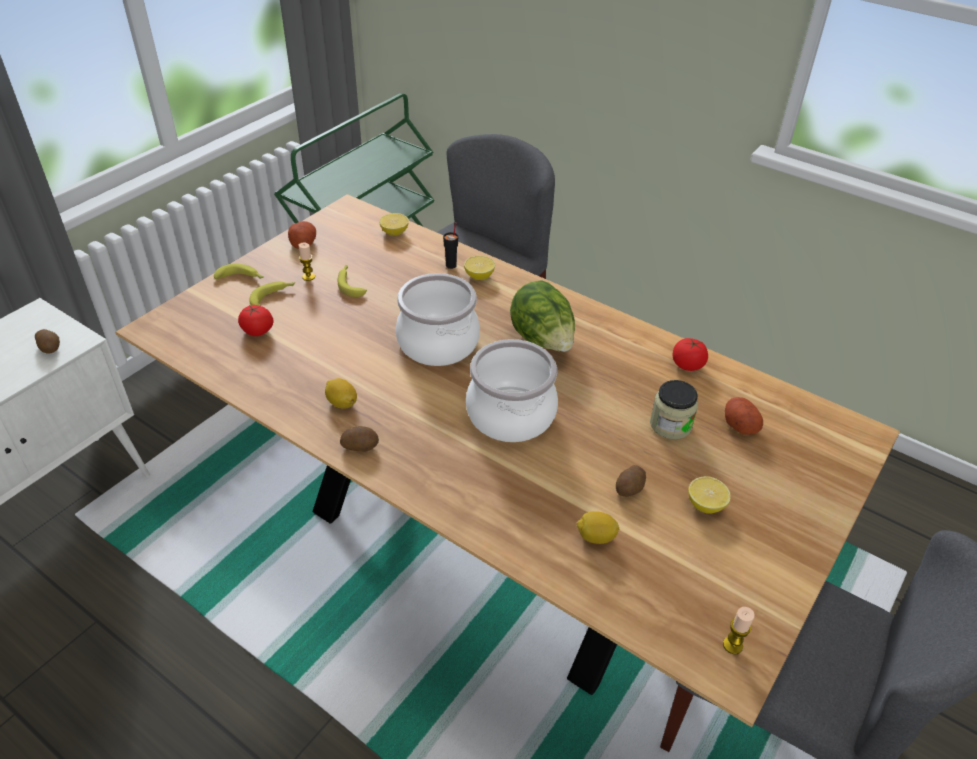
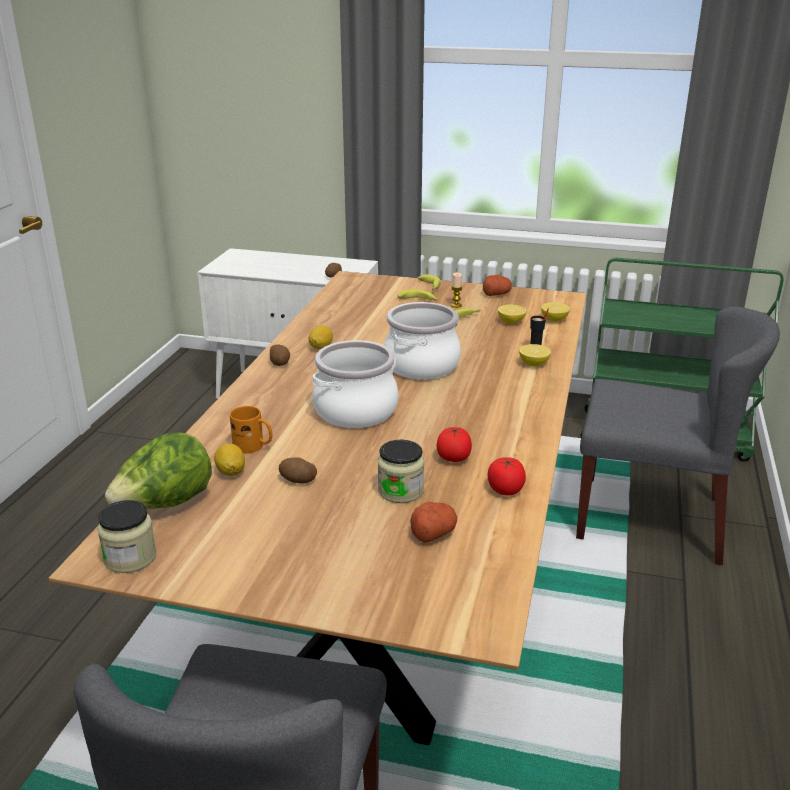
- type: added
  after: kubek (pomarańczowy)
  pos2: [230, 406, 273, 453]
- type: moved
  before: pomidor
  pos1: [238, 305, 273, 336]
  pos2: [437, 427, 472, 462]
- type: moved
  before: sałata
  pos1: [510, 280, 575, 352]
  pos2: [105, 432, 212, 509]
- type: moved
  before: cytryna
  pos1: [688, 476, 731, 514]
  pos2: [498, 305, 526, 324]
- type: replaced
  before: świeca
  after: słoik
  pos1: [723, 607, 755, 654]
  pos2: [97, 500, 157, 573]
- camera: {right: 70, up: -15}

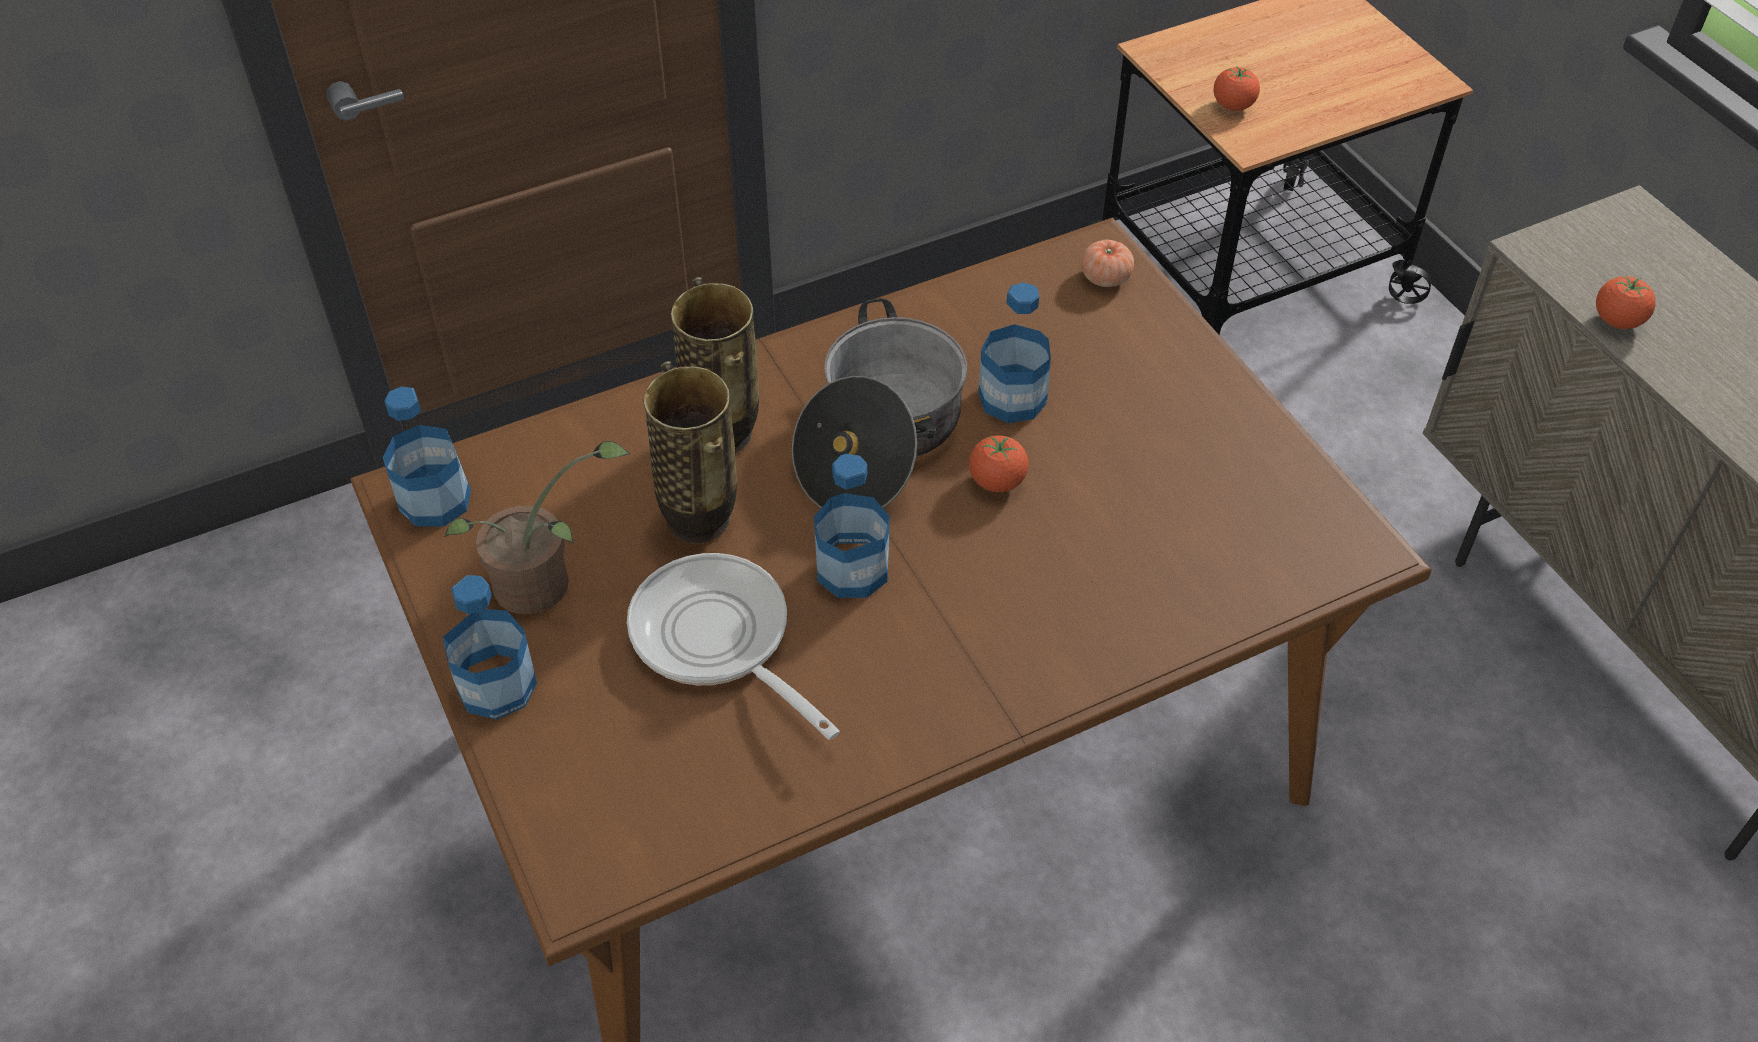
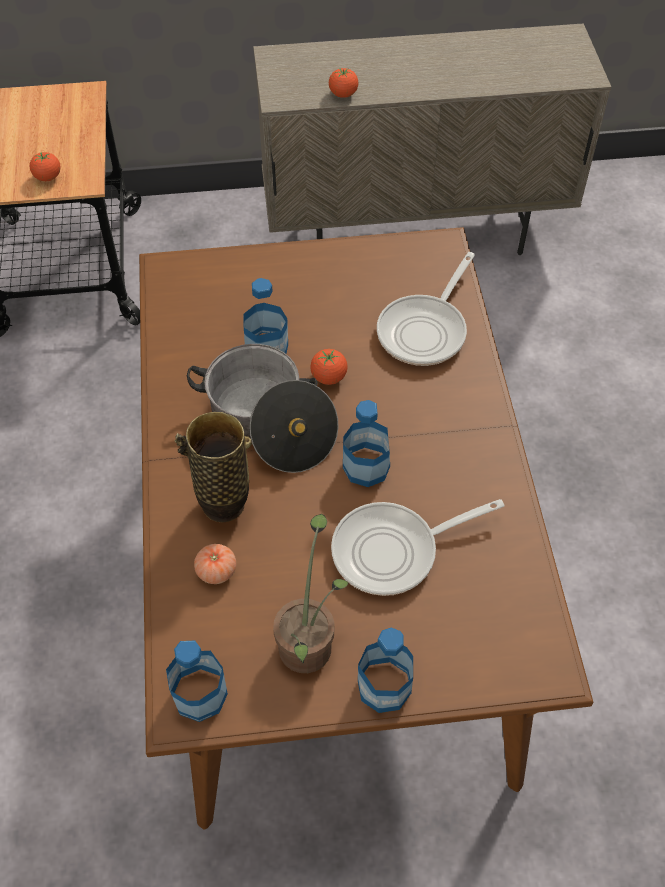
- type: removed
  before: wazon
  pos1: [644, 362, 737, 544]
- type: added
  after: patelnia
  pos2: [377, 252, 475, 366]
- type: moved
  before: pomidor
  pos1: [1081, 240, 1134, 287]
  pos2: [194, 544, 236, 584]
- camera: {right: -70, up: 5}

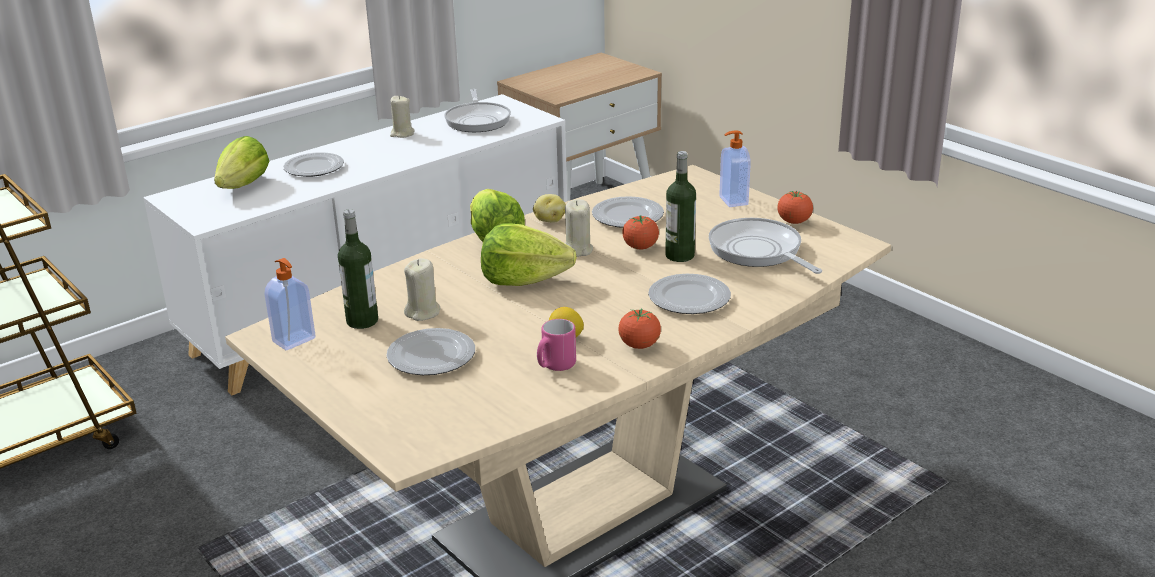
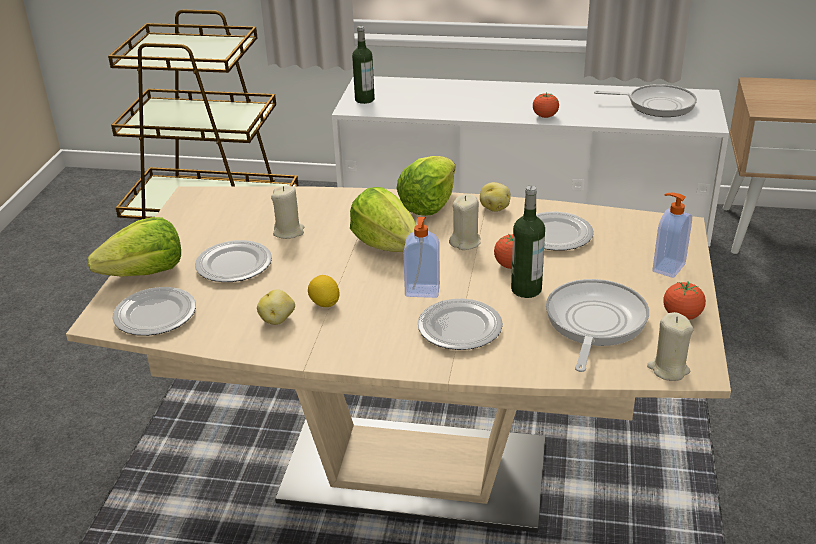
- type: moved
  before: sałata
  pos1: [214, 136, 269, 189]
  pos2: [87, 217, 181, 277]
- type: moved
  before: dozownik mydła
  pos1: [265, 258, 316, 350]
  pos2: [403, 217, 440, 298]
- type: moved
  before: talerz
  pos1: [283, 152, 344, 177]
  pos2: [112, 287, 196, 336]
- type: moved
  before: butelka
  pos1: [338, 209, 378, 329]
  pos2: [352, 26, 375, 104]
- type: moved
  before: świeca (beżowy)
  pos1: [390, 96, 415, 138]
  pos2: [647, 312, 694, 381]
- type: moved
  before: pomidor
  pos1: [618, 308, 661, 349]
  pos2: [533, 92, 559, 118]
- type: replaced
  before: kubek (różowy)
  after: ziemniak
  pos1: [537, 319, 576, 371]
  pos2: [257, 290, 295, 325]
- type: turned
  before: patelnia
  pos1: [444, 89, 511, 132]
  pos2: [594, 84, 697, 117]
  turn: -120
- camera: {right: 50, up: 5}

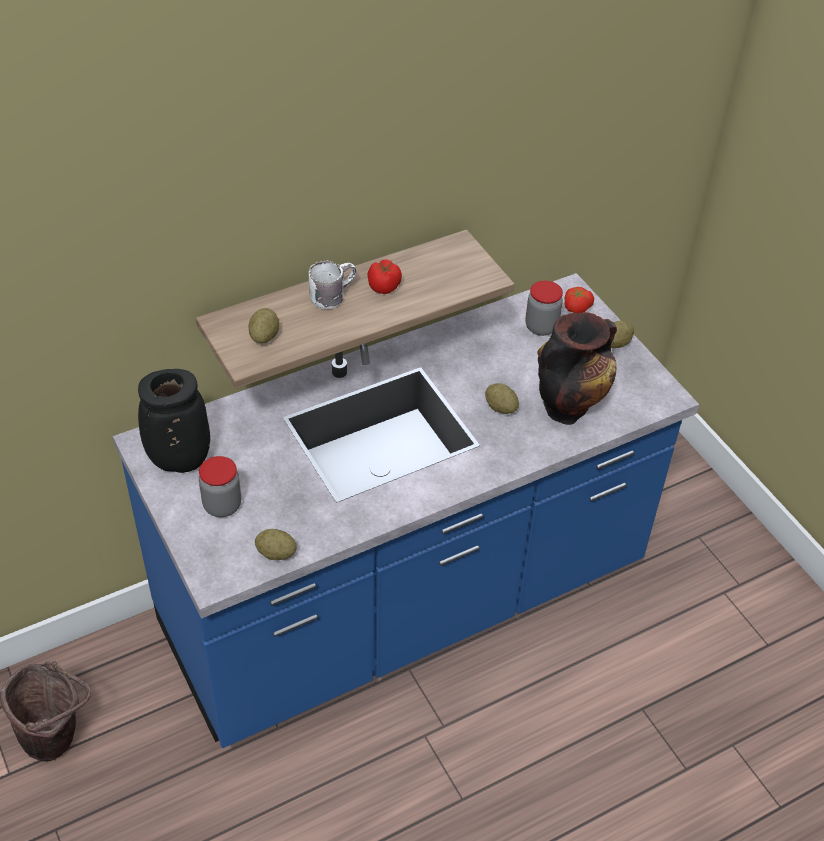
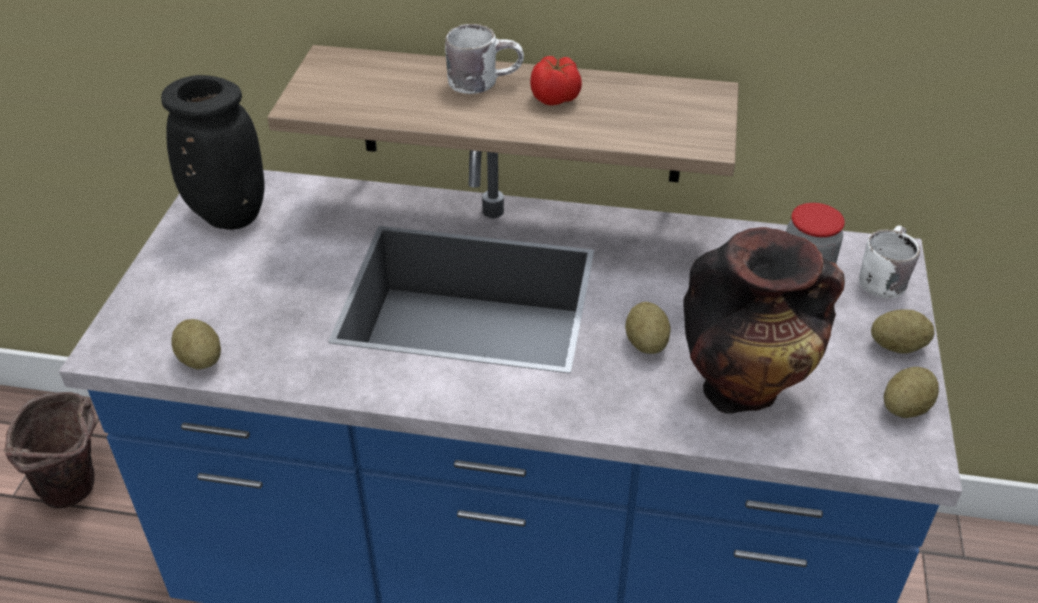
- type: removed
  before: słoik
  pos1: [199, 456, 241, 517]
- type: moved
  before: ziemniak
  pos1: [248, 308, 279, 343]
  pos2: [884, 367, 939, 418]
- type: replaced
  before: pomidor
  after: kubek (biały)
  pos1: [564, 287, 594, 313]
  pos2: [859, 225, 920, 298]
- camera: {right: 40, up: -5}

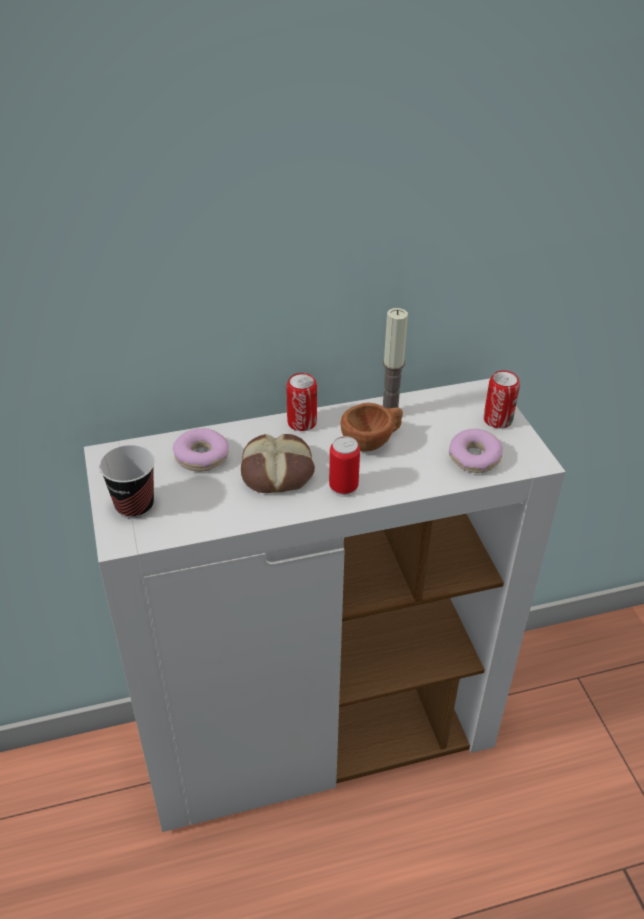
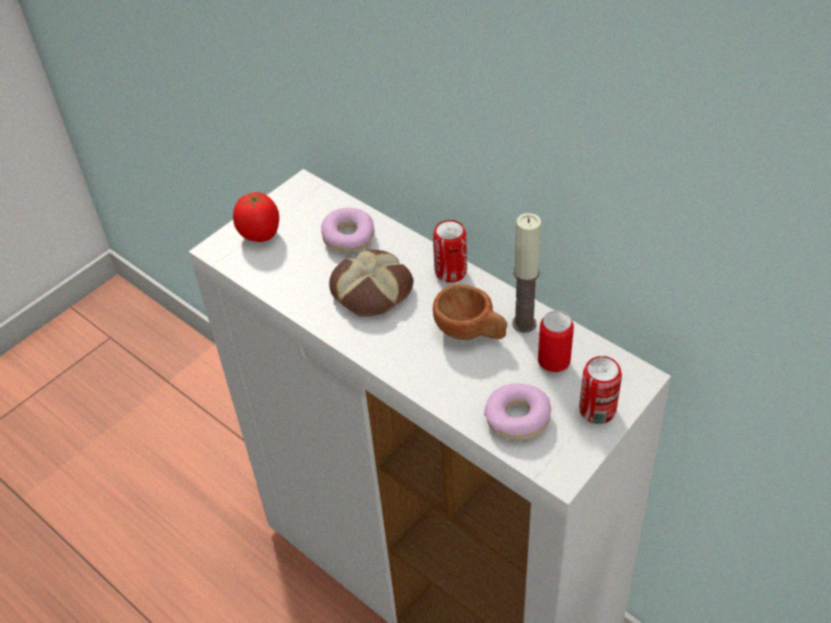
- type: moved
  before: puszka
  pos1: [329, 436, 360, 497]
  pos2: [538, 311, 574, 375]
- type: replaced
  before: filiżanka
  after: pomidor
  pos1: [99, 445, 155, 519]
  pos2: [233, 192, 279, 242]
- camera: {right: 60, up: 5}

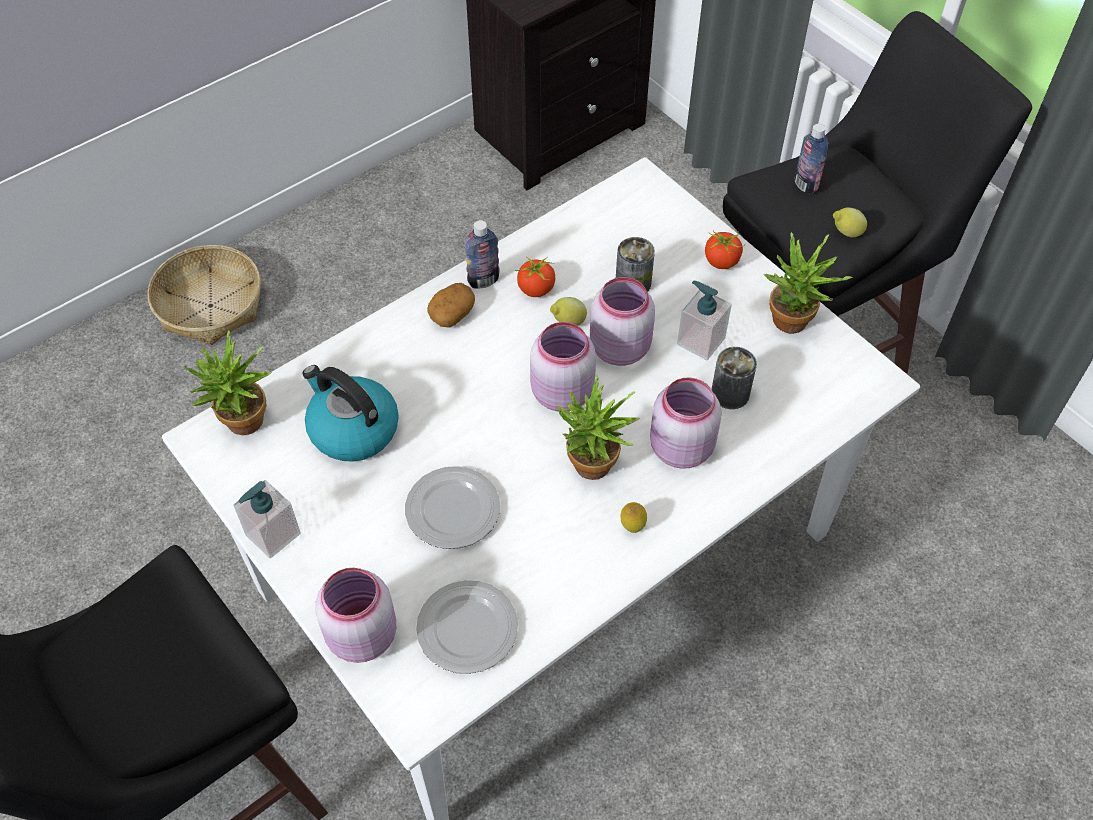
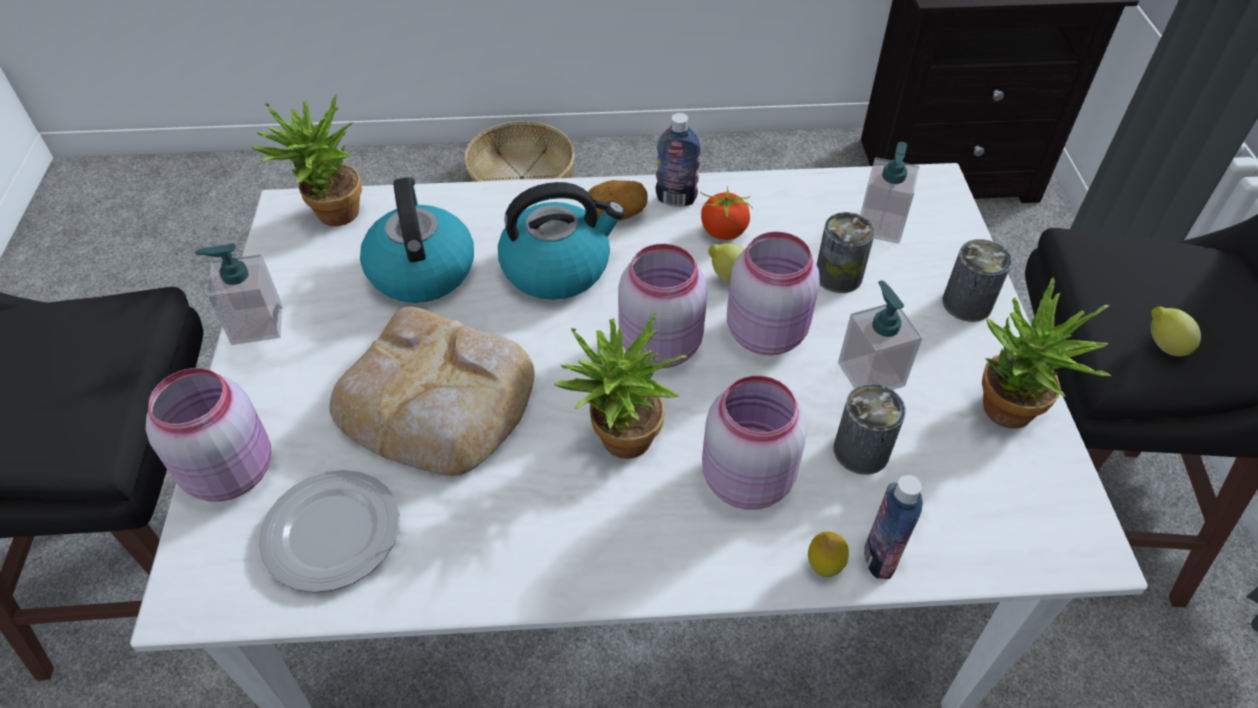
- type: added
  after: czajnik
  pos2: [498, 182, 625, 300]
- type: added
  after: dozownik mydła
  pos2: [860, 142, 920, 244]
- type: moved
  before: cytryna
  pos1: [620, 502, 647, 533]
  pos2: [808, 532, 849, 577]
- type: moved
  before: butelka
  pos1: [794, 124, 828, 195]
  pos2: [864, 475, 923, 579]
- type: replaced
  before: talerz
  after: chleb
  pos1: [405, 466, 500, 549]
  pos2: [329, 306, 535, 476]
- type: replaced
  before: pomidor
  after: puszka
  pos1: [705, 230, 745, 269]
  pos2: [942, 239, 1012, 322]
- camera: {right: 35, up: -5}

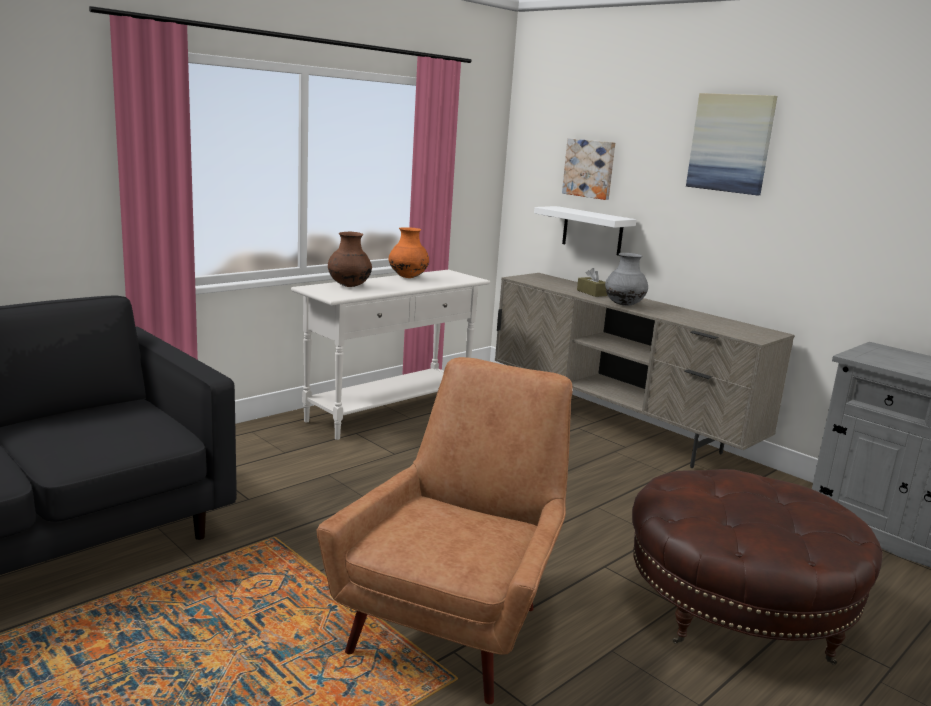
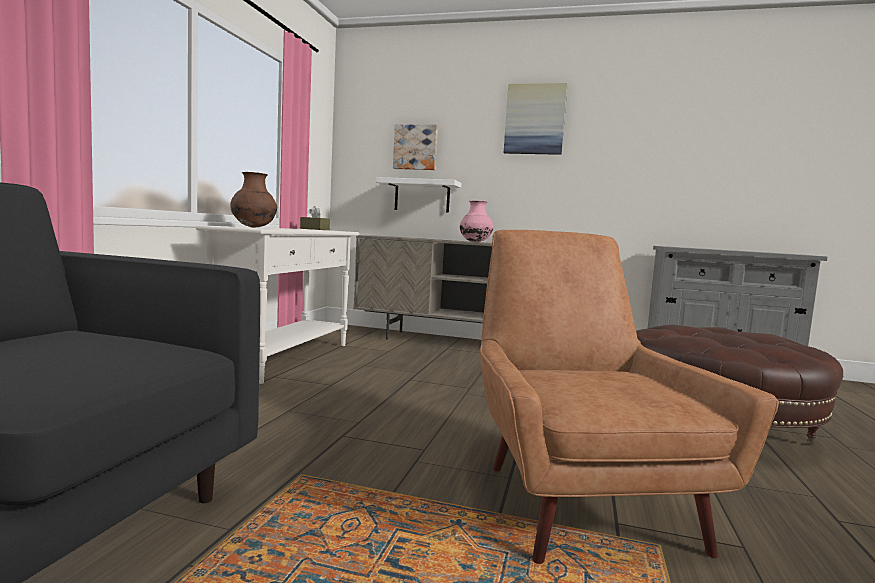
- type: removed
  before: wazon (pomarańczowy)
  pos1: [389, 227, 429, 278]
- type: moved
  before: pudełko chusteczek (brązowy)
  pos1: [577, 268, 608, 297]
  pos2: [300, 206, 330, 230]
- type: recoloured
  before: wazon (szary)
  after: wazon (różowy)
  pos1: [605, 253, 648, 306]
  pos2: [460, 200, 494, 242]
- camera: {right: -30, up: -10}

